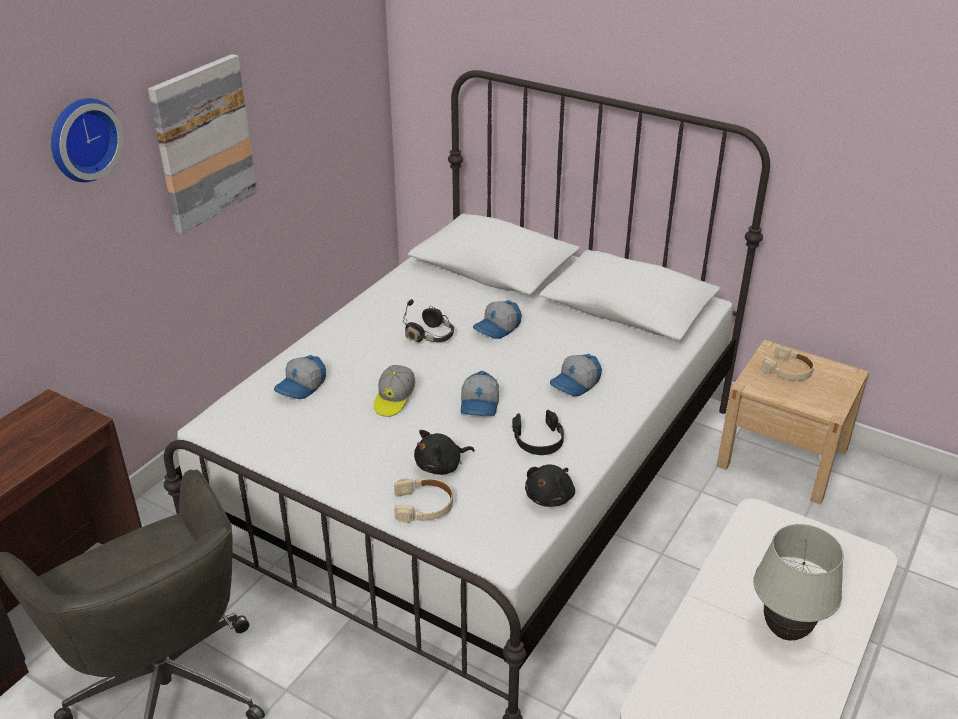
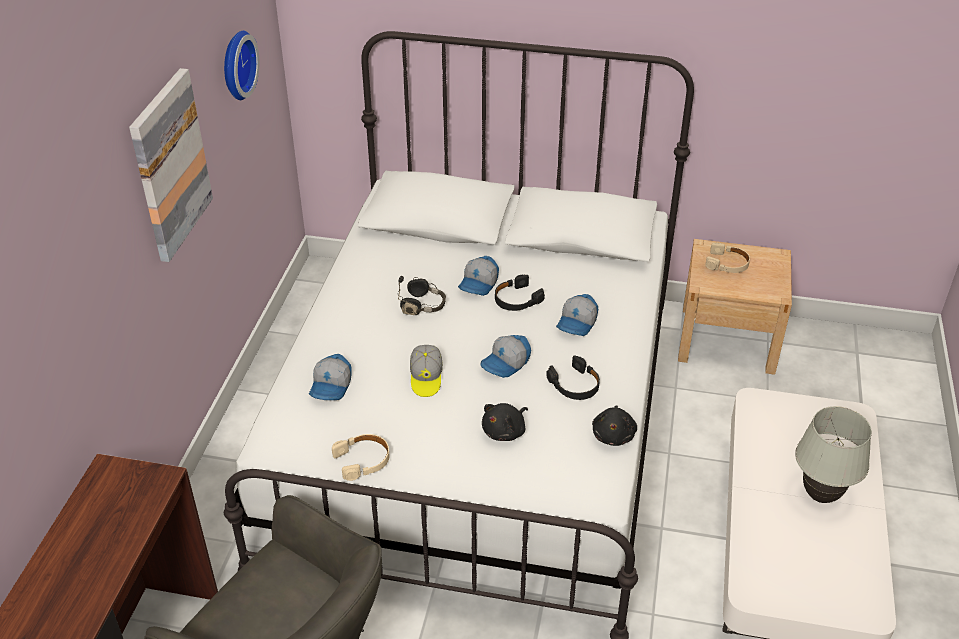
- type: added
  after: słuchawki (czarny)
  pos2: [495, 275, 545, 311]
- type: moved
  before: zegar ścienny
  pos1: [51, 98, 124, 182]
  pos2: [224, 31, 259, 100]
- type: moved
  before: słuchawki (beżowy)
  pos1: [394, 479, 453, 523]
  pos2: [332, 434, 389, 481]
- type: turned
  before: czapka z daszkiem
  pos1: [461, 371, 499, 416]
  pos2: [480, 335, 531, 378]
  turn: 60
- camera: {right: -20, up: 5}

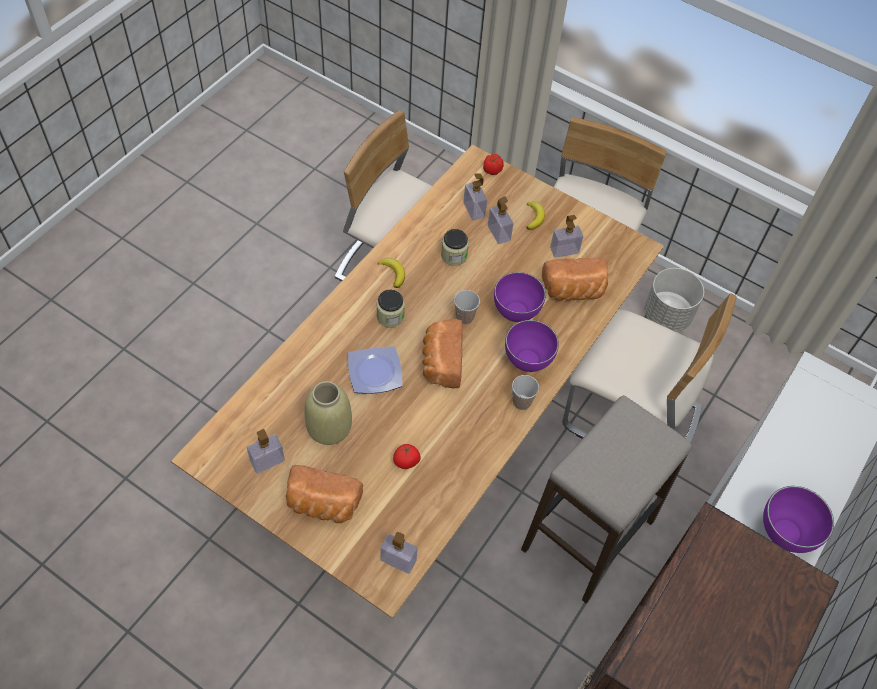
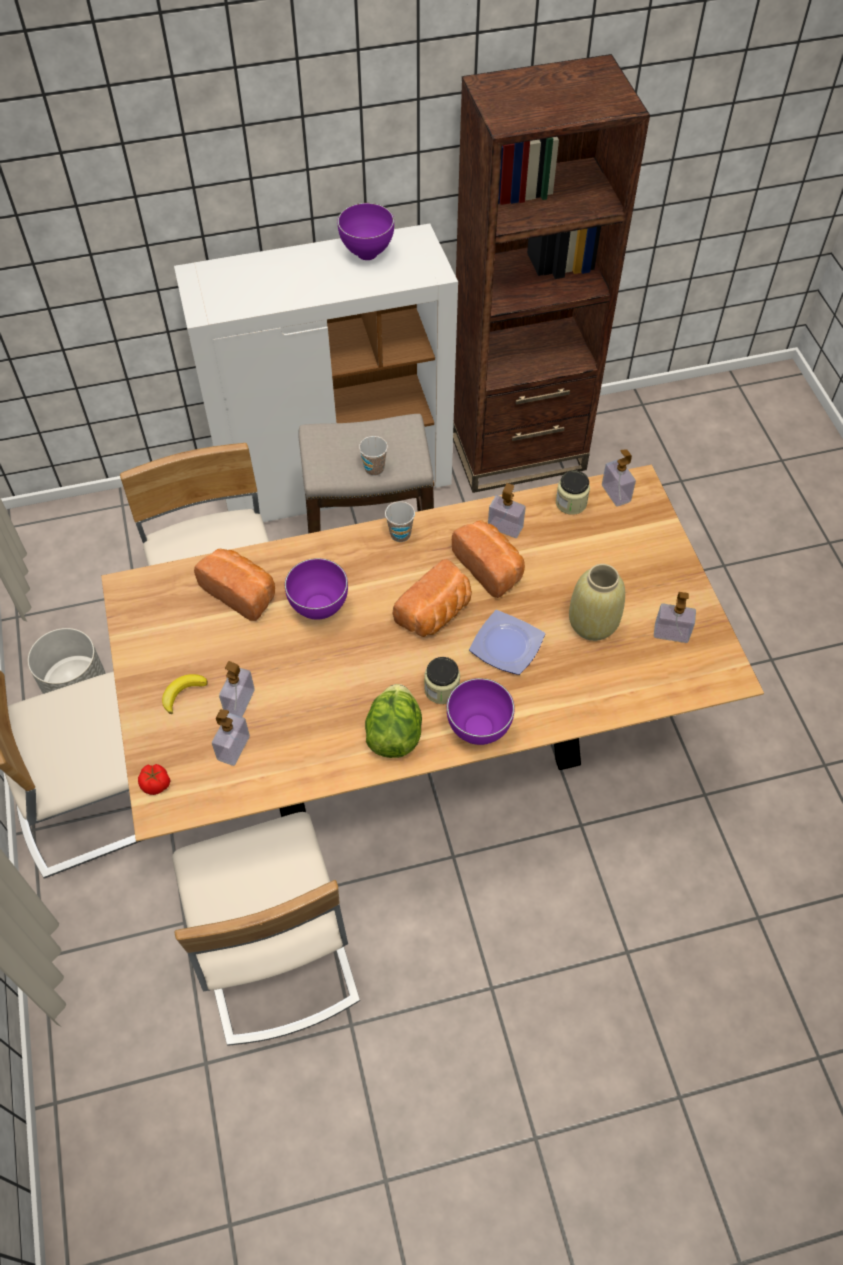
- type: removed
  before: pomidor
  pos1: [393, 444, 421, 469]
- type: moved
  before: chleb
  pos1: [286, 465, 363, 523]
  pos2: [452, 520, 525, 598]
- type: moved
  before: słoik
  pos1: [441, 229, 469, 266]
  pos2: [556, 471, 590, 515]
- type: moved
  before: filiżanka
  pos1: [454, 290, 480, 324]
  pos2: [359, 436, 388, 476]
- type: moved
  before: miska (fioletowy)
  pos1: [505, 320, 559, 372]
  pos2: [447, 678, 515, 745]
- type: moved
  before: dozownik mydła
  pos1: [550, 215, 583, 258]
  pos2: [488, 483, 526, 538]
- type: replaced
  before: banan
  after: sałata
  pos1: [378, 258, 405, 288]
  pos2: [365, 684, 422, 758]
- camera: {right: -135, up: 0}

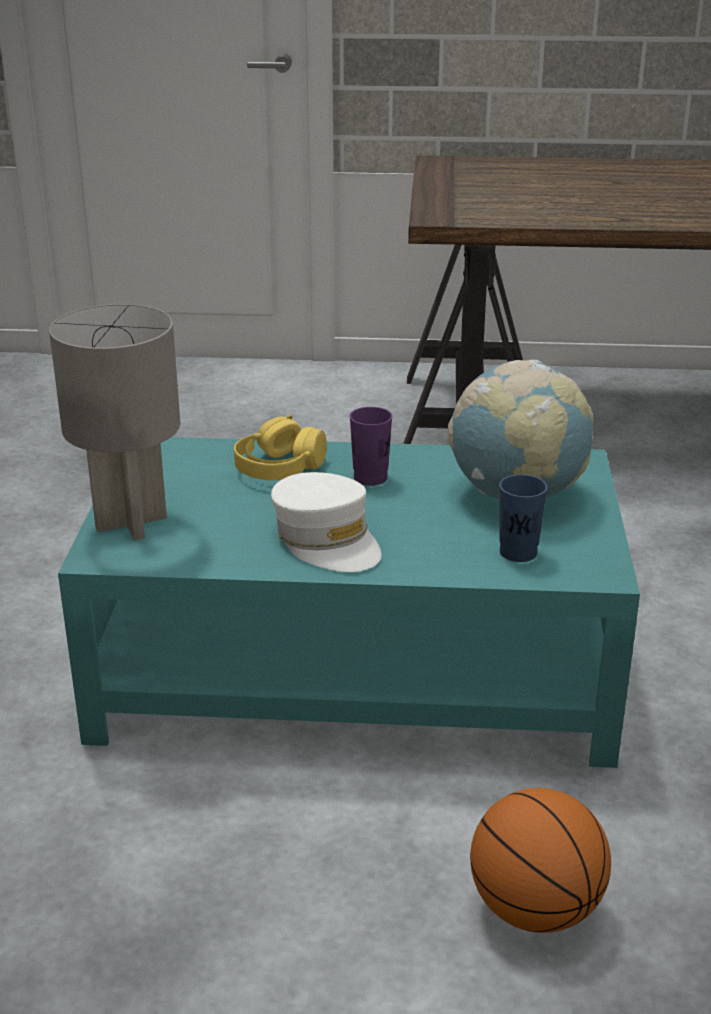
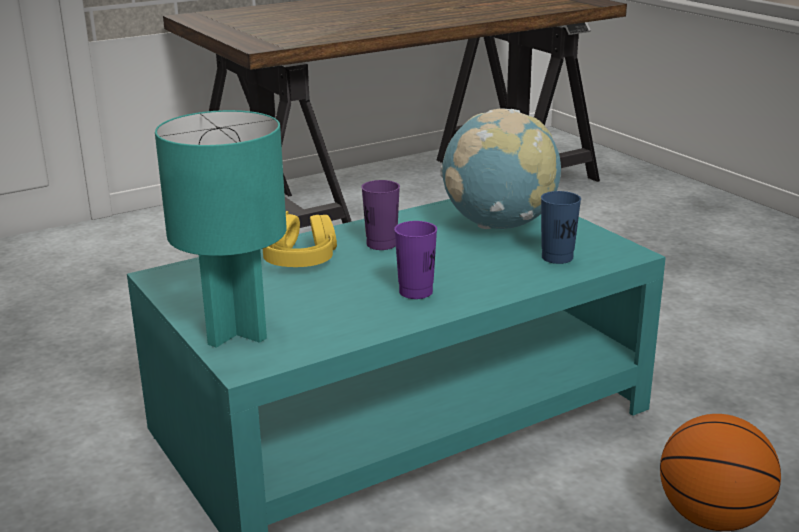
- type: replaced
  before: czapka z daszkiem (biały)
  after: filiżanka (fioletowy)
  pos1: [271, 472, 381, 572]
  pos2: [394, 221, 437, 299]
- type: recoloured
  before: lampa stołowa (szary)
  after: lampa stołowa (turkusowy)
  pos1: [49, 304, 180, 540]
  pos2: [155, 110, 287, 348]
- camera: {right: -35, up: -5}

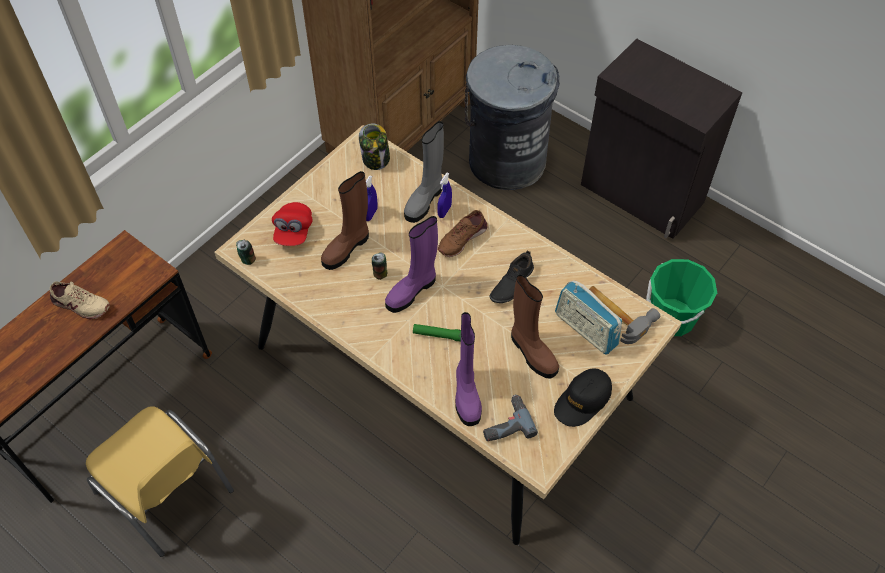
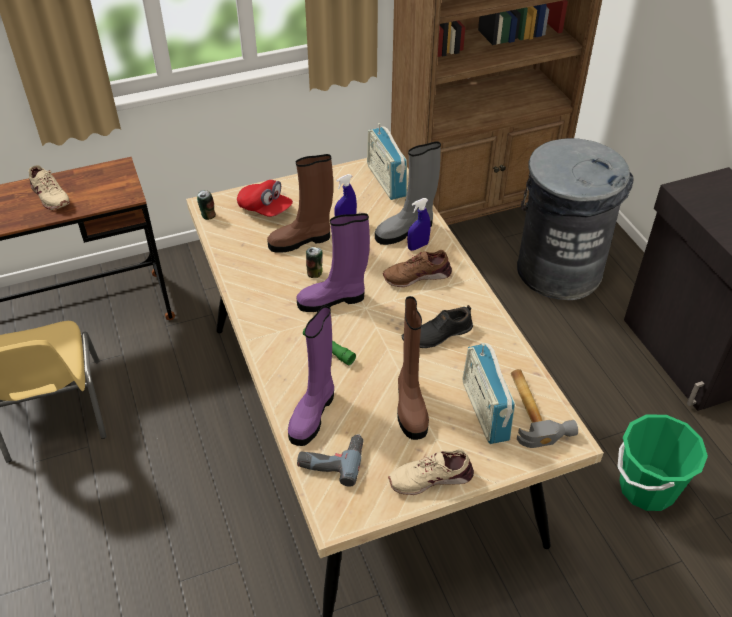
- type: replaced
  before: słoik
  after: radio
  pos1: [359, 124, 390, 170]
  pos2: [367, 123, 407, 200]
- type: replaced
  before: czapka z daszkiem (czarny)
  after: but (beżowy)
  pos1: [554, 368, 612, 427]
  pos2: [388, 449, 474, 495]
- type: turned
  before: czapka z daszkiem (czerwony)
  pos1: [272, 202, 313, 246]
  pos2: [237, 180, 293, 217]
  turn: -90
- camera: {right: 30, up: -10}

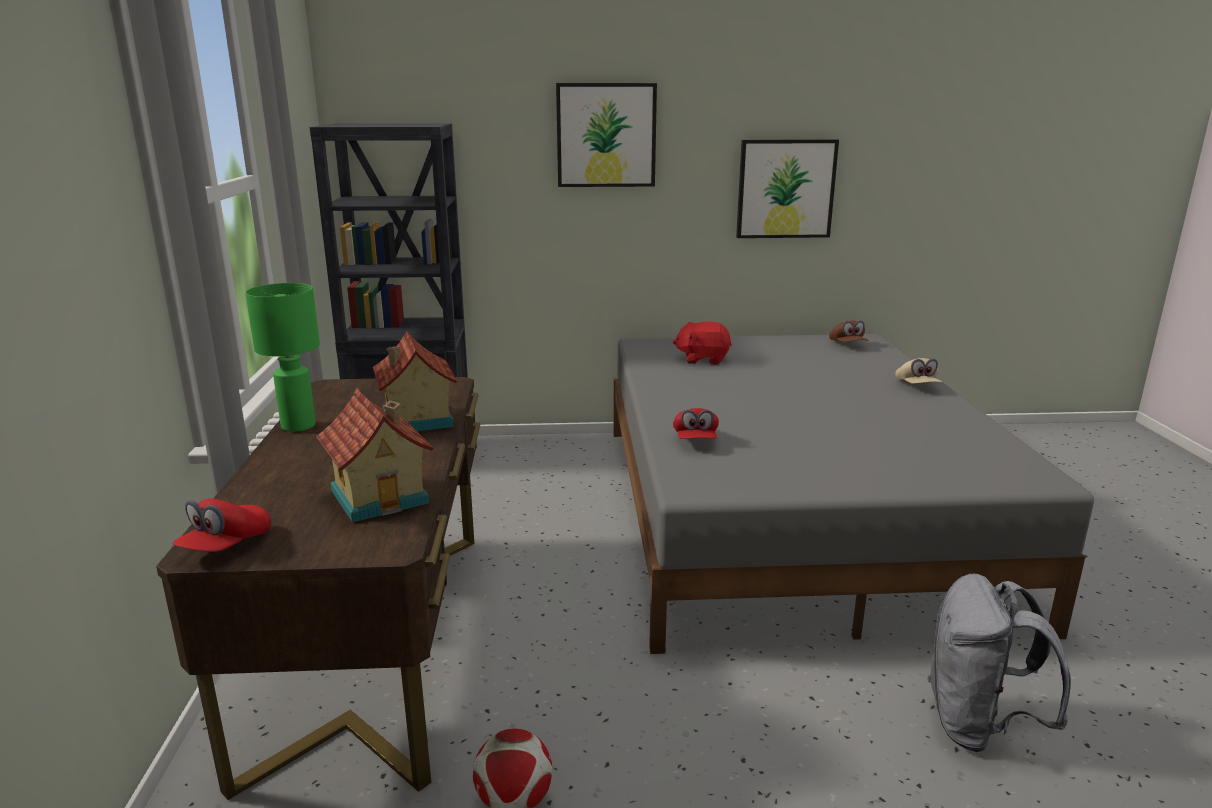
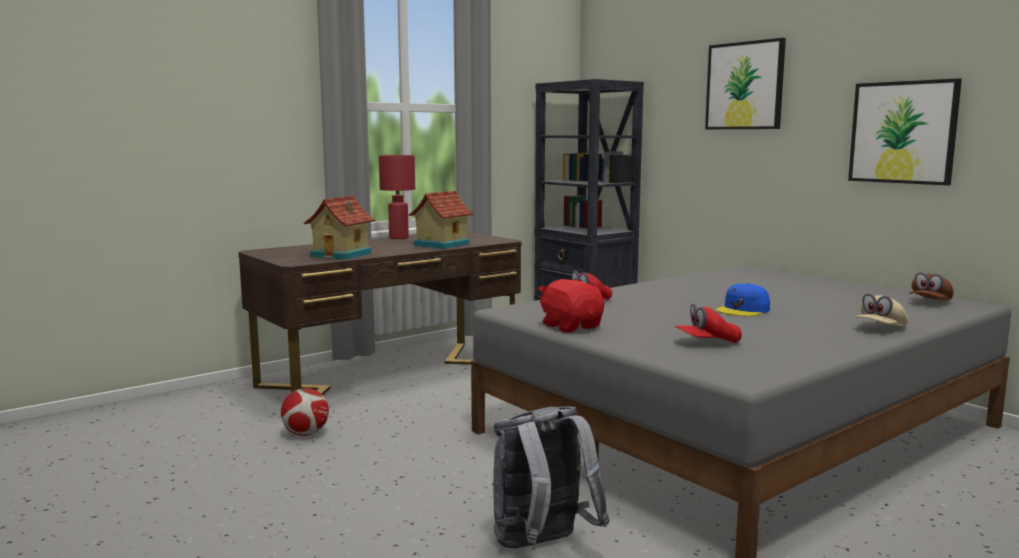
- type: added
  after: czapka z daszkiem (niebieski)
  pos2: [716, 284, 770, 316]
- type: moved
  before: czapka z daszkiem (czerwony)
  pos1: [172, 498, 271, 552]
  pos2: [675, 303, 742, 343]
- type: moved
  before: pluszak (czerwony)
  pos1: [673, 321, 732, 365]
  pos2: [538, 279, 604, 333]
- type: recoloured
  before: lampa stołowa (zielony)
  after: lampa stołowa (czerwony)
  pos1: [245, 283, 320, 432]
  pos2: [379, 155, 415, 239]
- camera: {right: 55, up: -10}

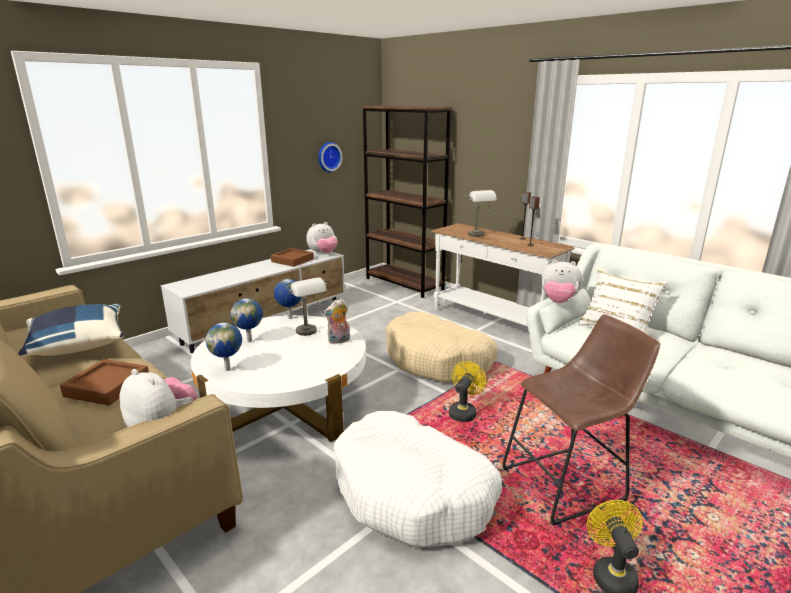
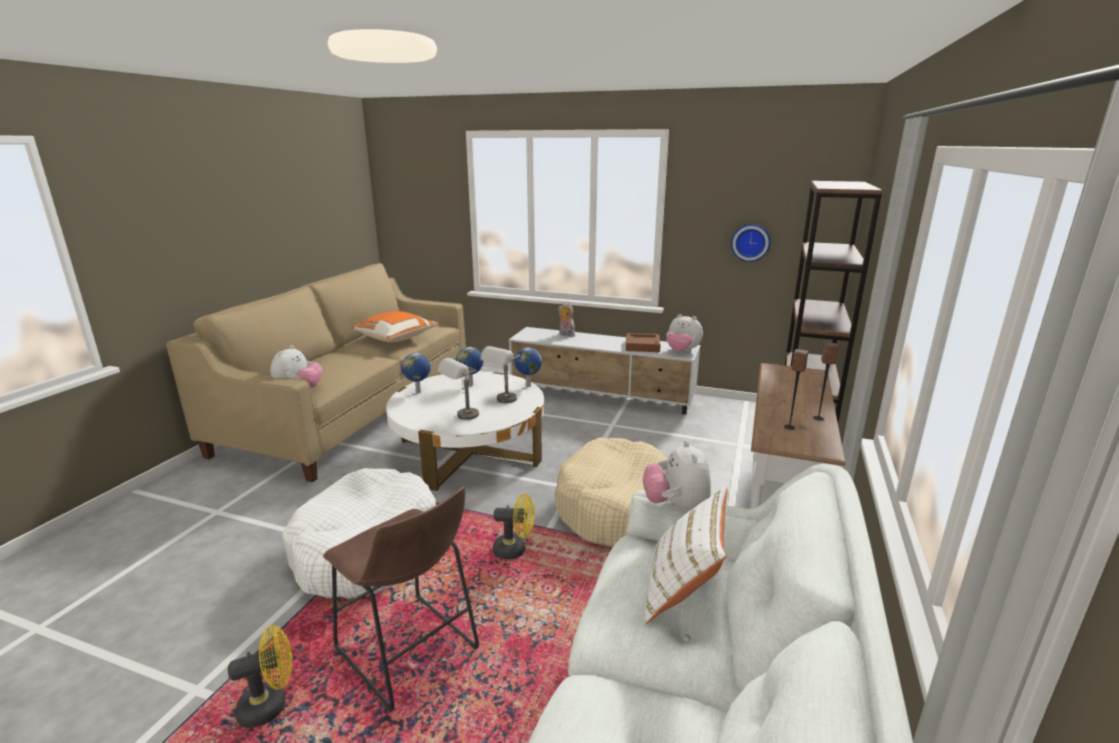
- type: removed
  before: taca (brązowy)
  pos1: [60, 359, 149, 405]
- type: moved
  before: pluszak
  pos1: [323, 299, 350, 344]
  pos2: [558, 302, 575, 337]
- type: moved
  before: lampa stołowa (szary)
  pos1: [465, 190, 497, 237]
  pos2: [438, 358, 479, 420]
- type: recoloured
  before: poduszka (niebieski)
  after: poduszka (pomarańczowy)
  pos1: [18, 304, 124, 357]
  pos2: [351, 311, 438, 342]
- camera: {right: 65, up: 0}

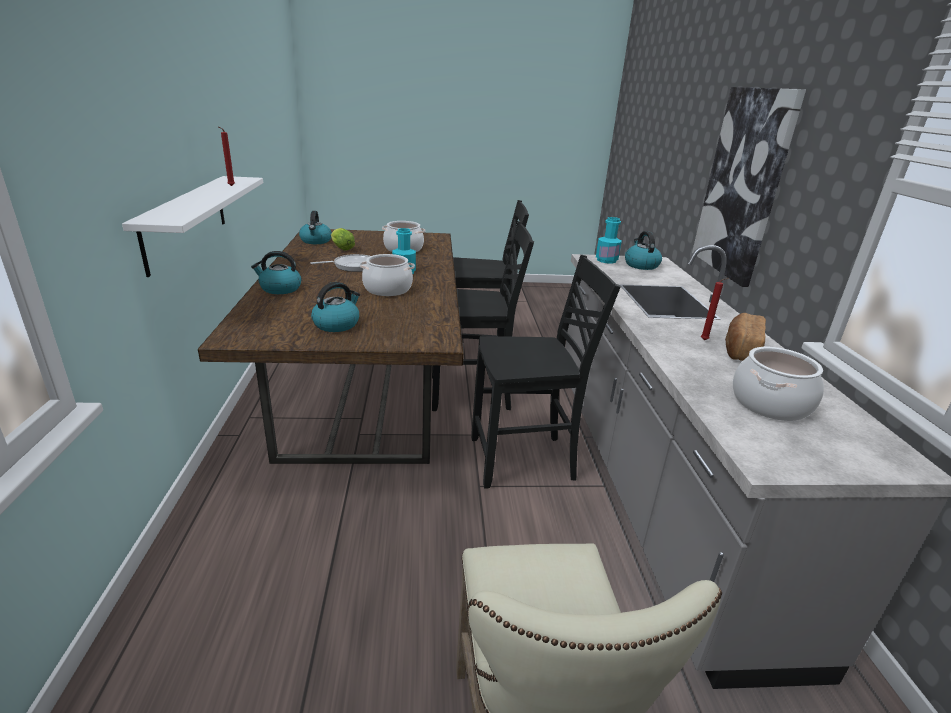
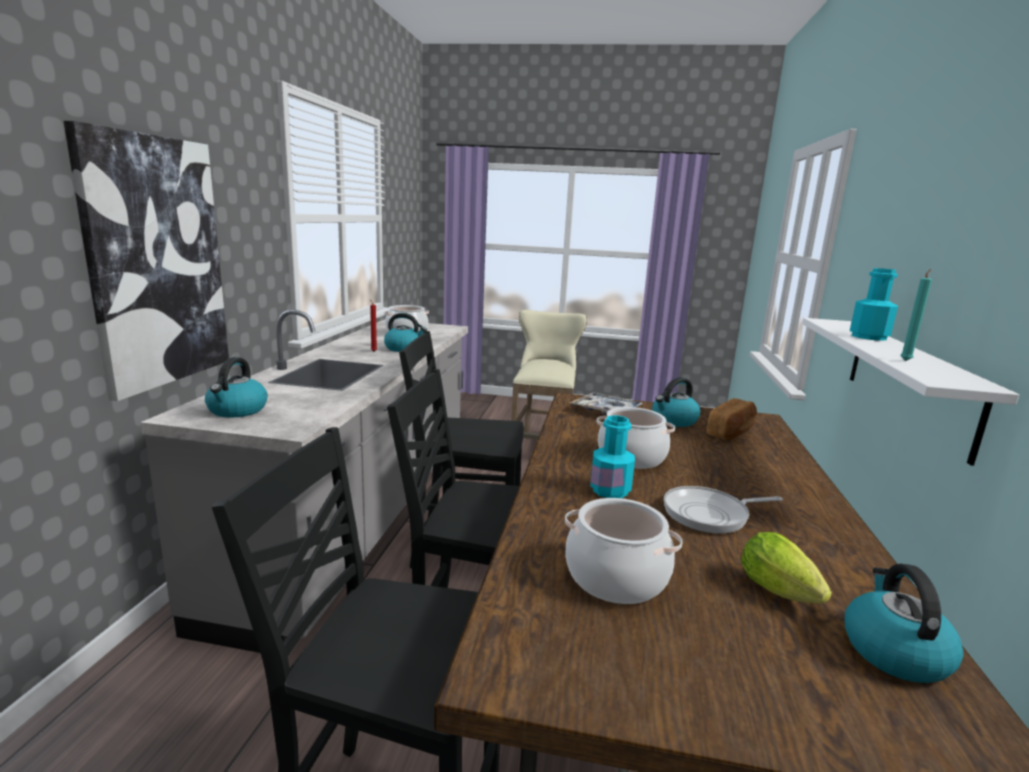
- type: added
  after: taca
  pos2: [570, 393, 643, 416]
- type: moved
  before: czajnik
  pos1: [251, 251, 301, 294]
  pos2: [384, 313, 427, 352]
- type: moved
  before: butelka (turkusowy)
  pos1: [596, 217, 622, 264]
  pos2: [850, 268, 898, 341]
- type: moved
  before: chleb
  pos1: [725, 313, 766, 361]
  pos2: [707, 398, 757, 440]
- type: recoloured
  before: świeca (czerwony)
  after: świeca (turkusowy)
  pos1: [219, 127, 235, 186]
  pos2: [900, 269, 932, 361]
- camera: {right: -165, up: -10}

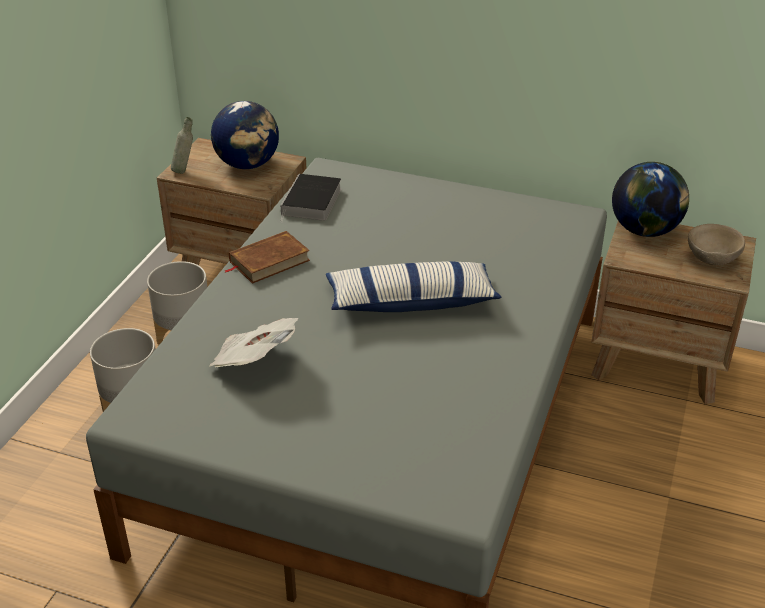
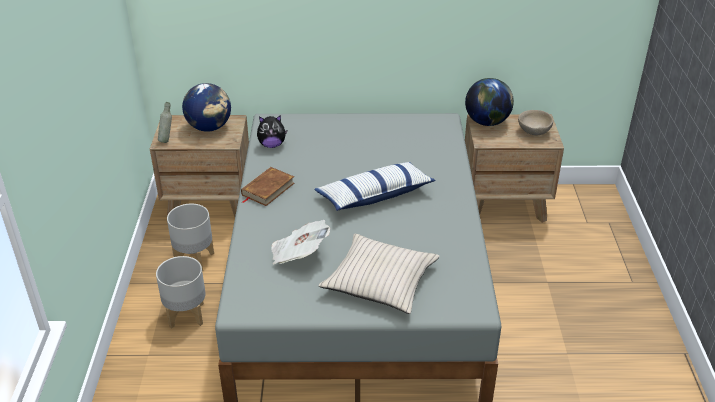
- type: added
  after: poduszka (beżowy)
  pos2: [318, 234, 440, 314]
- type: replaced
  before: książka
  after: pluszak
  pos1: [280, 174, 341, 222]
  pos2: [257, 115, 287, 148]
- camera: {right: -20, up: 0}

